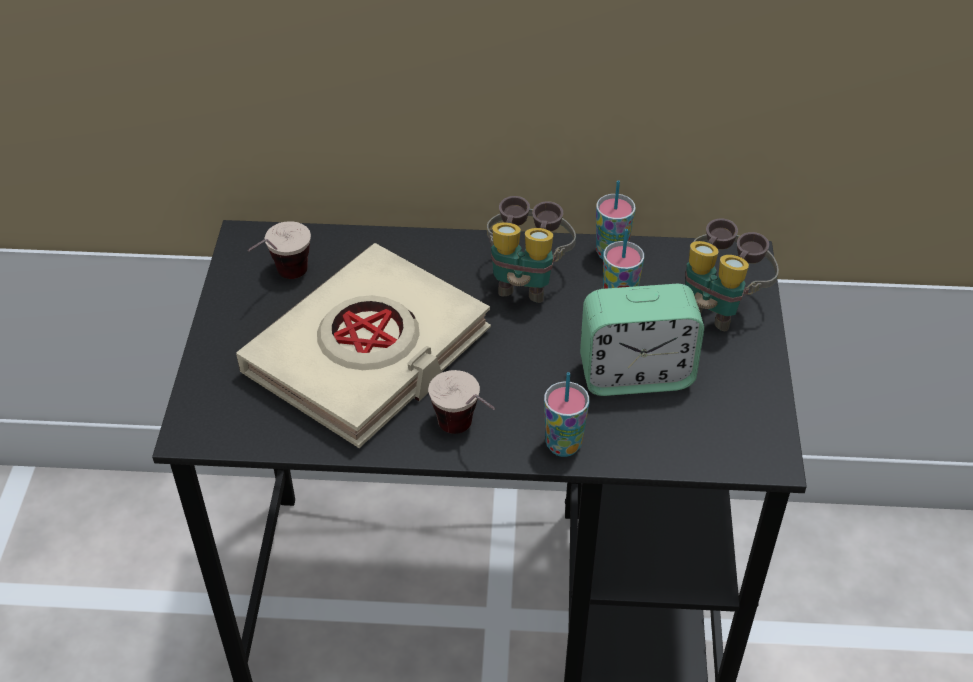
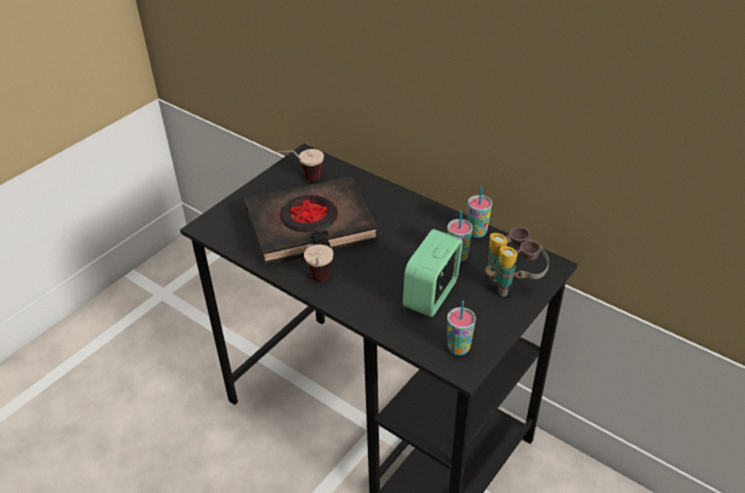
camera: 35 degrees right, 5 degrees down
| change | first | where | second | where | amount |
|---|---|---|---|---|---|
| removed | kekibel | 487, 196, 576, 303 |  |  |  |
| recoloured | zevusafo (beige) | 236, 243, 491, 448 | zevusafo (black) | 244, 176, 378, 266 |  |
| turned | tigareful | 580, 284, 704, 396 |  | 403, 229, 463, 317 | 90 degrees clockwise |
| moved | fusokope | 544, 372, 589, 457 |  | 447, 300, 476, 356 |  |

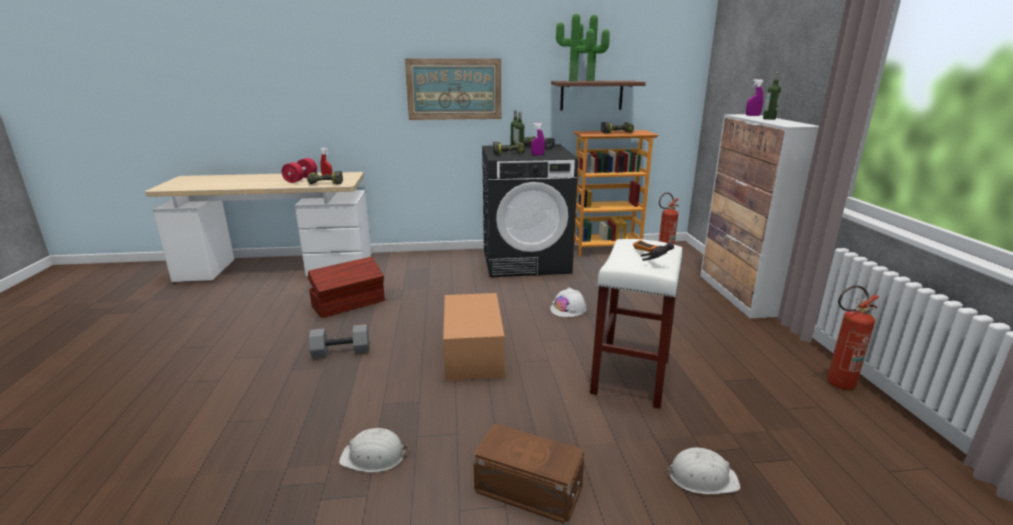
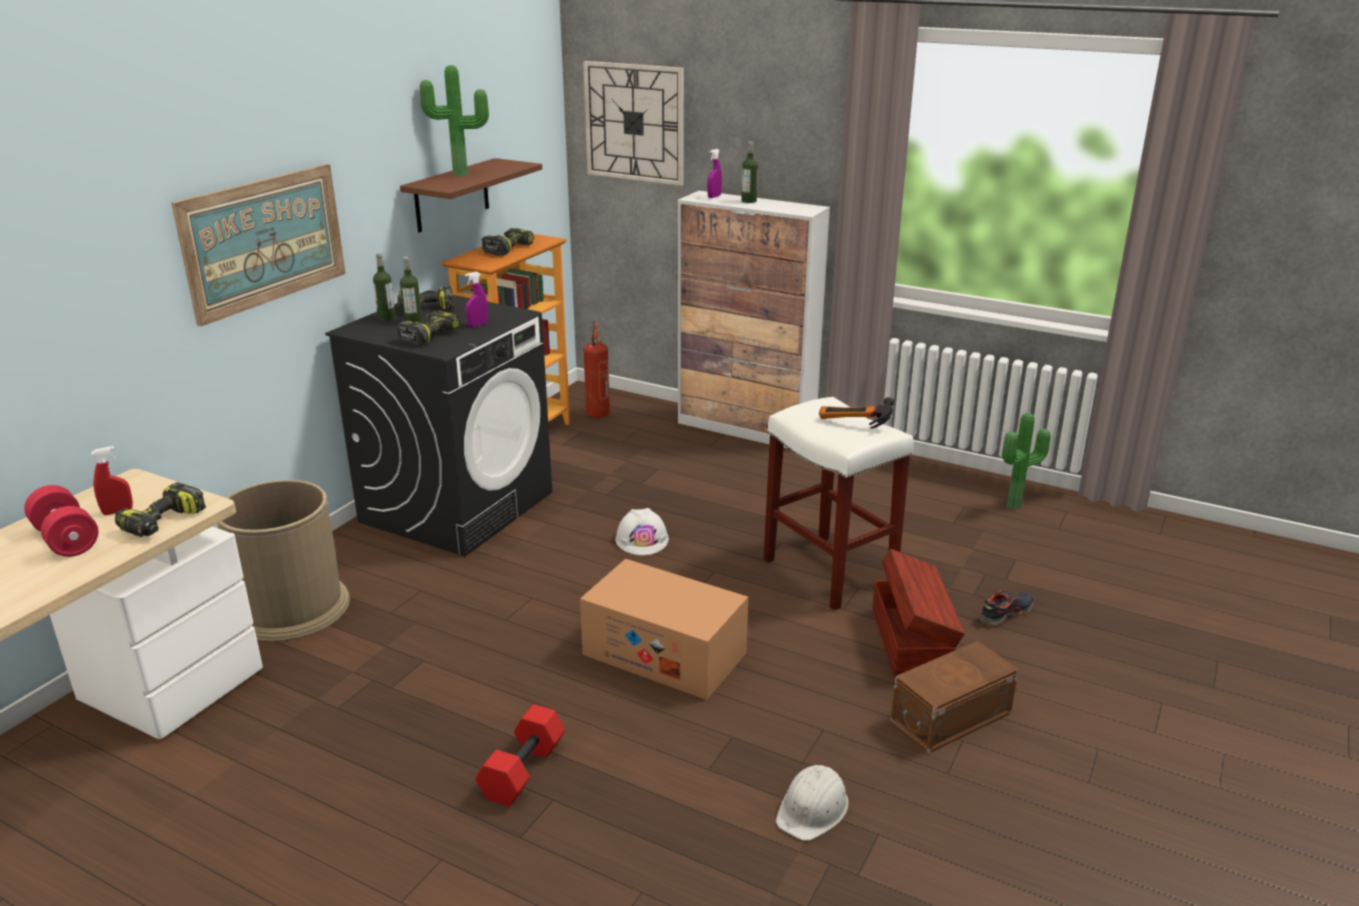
camera: 55 degrees left, 5 degrees up
| change | first | where | second | where | amount |
|---|---|---|---|---|---|
| moved | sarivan | 556, 14, 595, 82 |  | 1002, 413, 1051, 510 |  |
| moved | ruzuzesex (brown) | 308, 257, 385, 318 |  | 872, 549, 965, 679 |  |
| removed | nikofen | 827, 285, 879, 390 |  |  |  |
| recoloured | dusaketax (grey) | 309, 324, 369, 358 | dusaketax (red) | 475, 704, 565, 807 |  |
| replaced | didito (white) | 666, 448, 741, 494 | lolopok | 979, 590, 1034, 627 |  |
| added |  |  | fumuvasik | 583, 61, 684, 186 |  |
| added |  |  | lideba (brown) | 217, 480, 350, 642 |  |

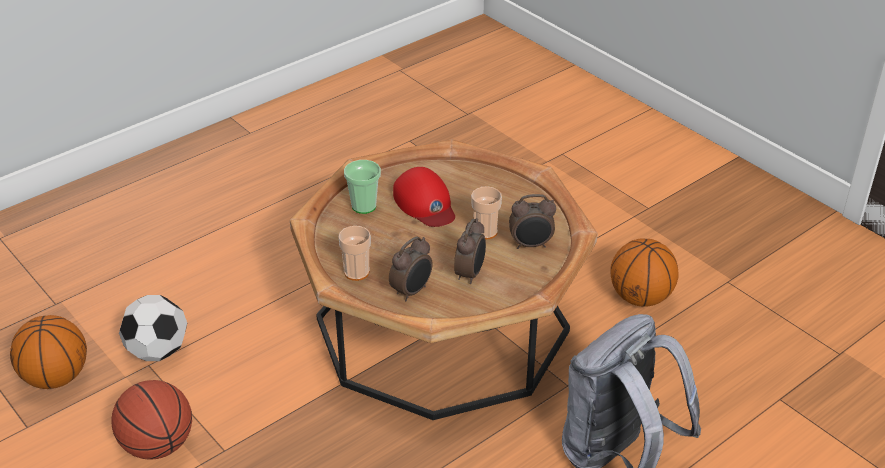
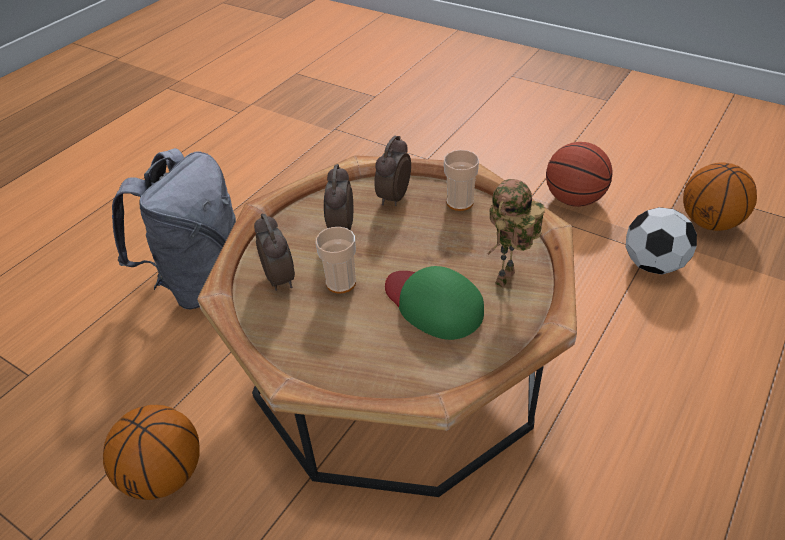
camera: 165 degrees right, 5 degrees up
| change | first | where | second | where | amount |
|---|---|---|---|---|---|
| replaced | fusokope | 344, 160, 381, 214 | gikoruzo | 487, 179, 545, 287 |  |
| recoloured | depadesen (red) | 393, 167, 455, 227 | depadesen (green) | 385, 266, 484, 340 |  |
| turned | tigareful | 509, 194, 556, 249 |  | 254, 213, 295, 291 | 90 degrees clockwise |

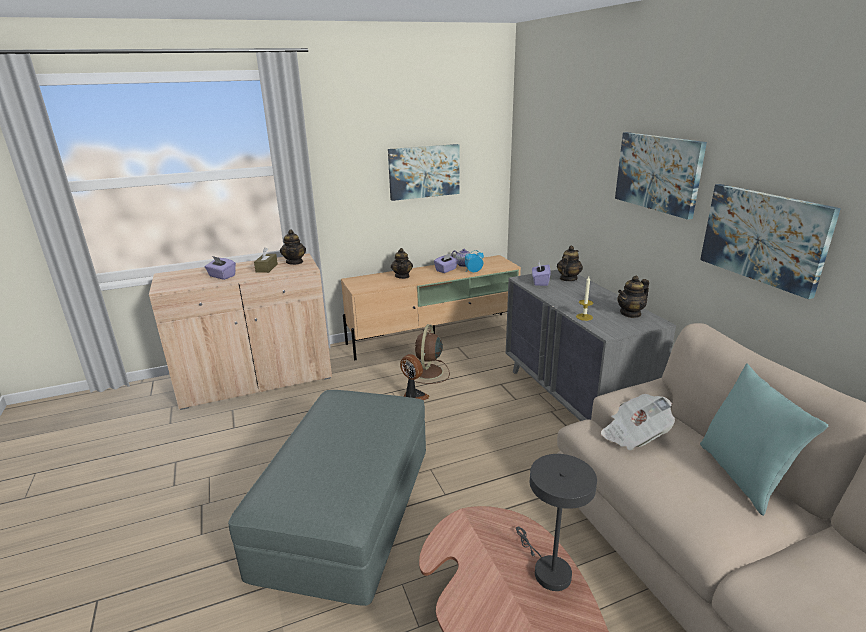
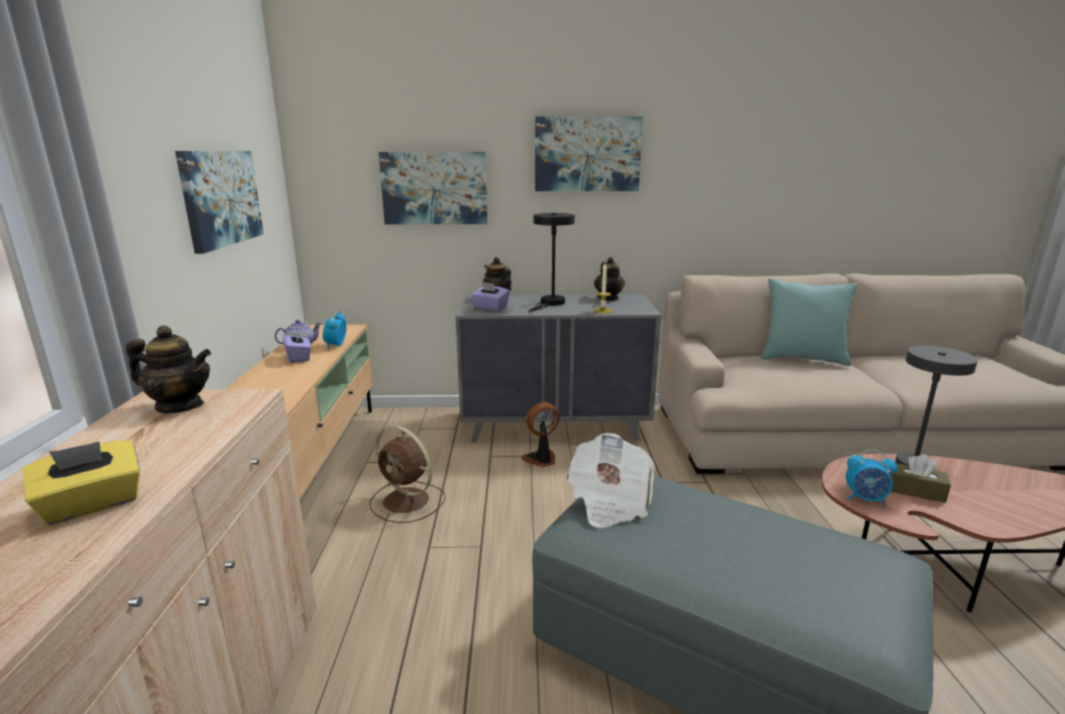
camera: 70 degrees left, 5 degrees down
| change | first | where | second | where | amount |
|---|---|---|---|---|---|
| moved | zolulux | 700, 184, 841, 299 |  | 379, 152, 488, 224 |  |
| moved | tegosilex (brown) | 254, 247, 278, 273 |  | 890, 455, 951, 503 |  |
| removed | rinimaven | 391, 248, 413, 279 |  |  |  |
| recoloured | tegosilex (purple) | 205, 256, 236, 280 | tegosilex (yellow) | 23, 441, 140, 526 |  |
| moved | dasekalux | 400, 354, 429, 400 |  | 521, 402, 559, 467 |  |
| moved | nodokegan | 601, 394, 675, 451 |  | 566, 433, 655, 528 |  |
| added |  |  | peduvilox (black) | 529, 213, 575, 311 |  |
| added |  |  | tigareful | 846, 449, 897, 506 |  |

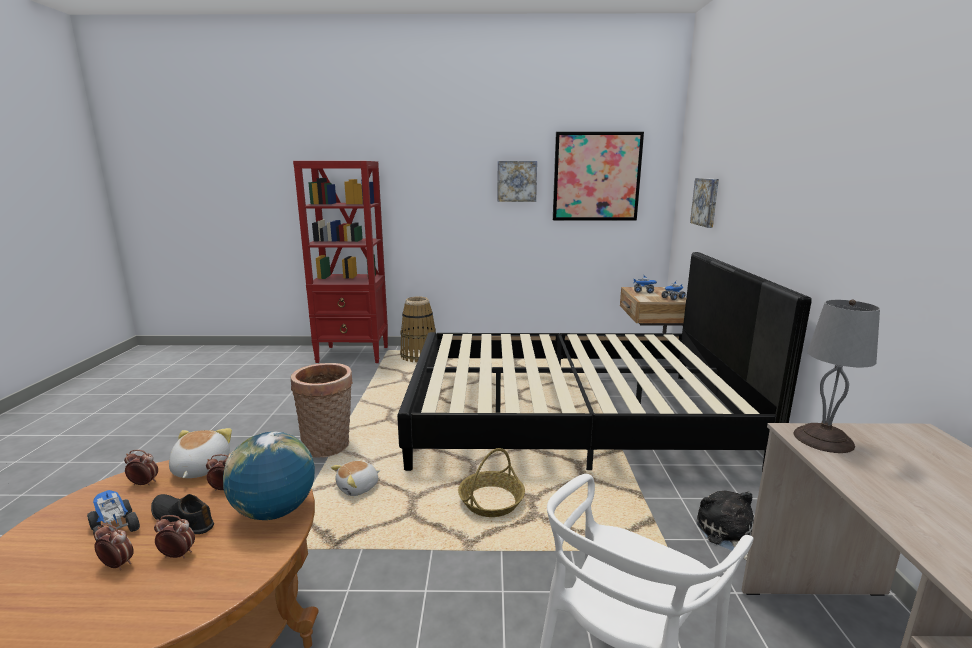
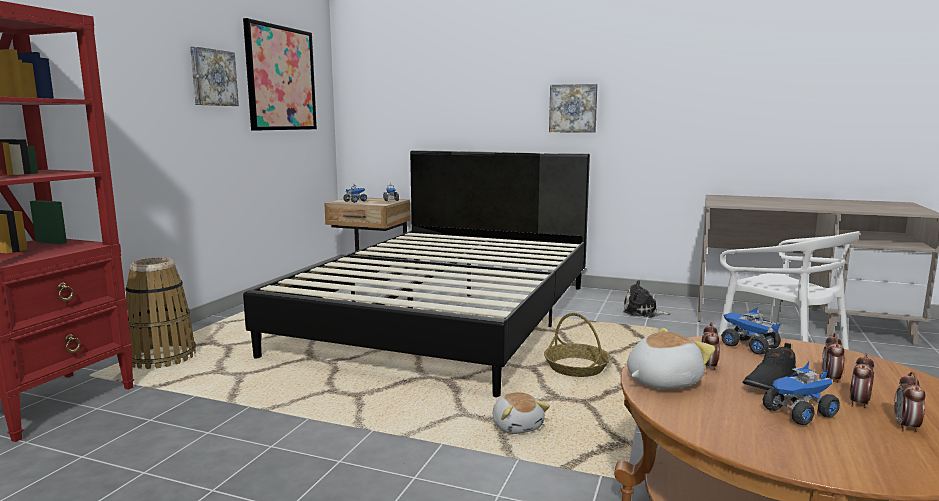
camera: 70 degrees left, 5 degrees down
| change | first | where | second | where | amount |
|---|---|---|---|---|---|
| moved | zolulux | 690, 178, 719, 228 |  | 549, 84, 598, 133 |  |
| removed | peduvilox (grey) | 793, 300, 880, 453 |  |  |  |
| removed | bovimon | 291, 363, 353, 458 |  |  |  |
| turned | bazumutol | 169, 428, 232, 478 |  | 627, 328, 715, 389 | 135 degrees clockwise |
| replaced | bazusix | 223, 432, 315, 520 | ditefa | 721, 307, 781, 355 |  |
| moved | tigareful | 124, 450, 158, 486 |  | 894, 372, 925, 432 |  |

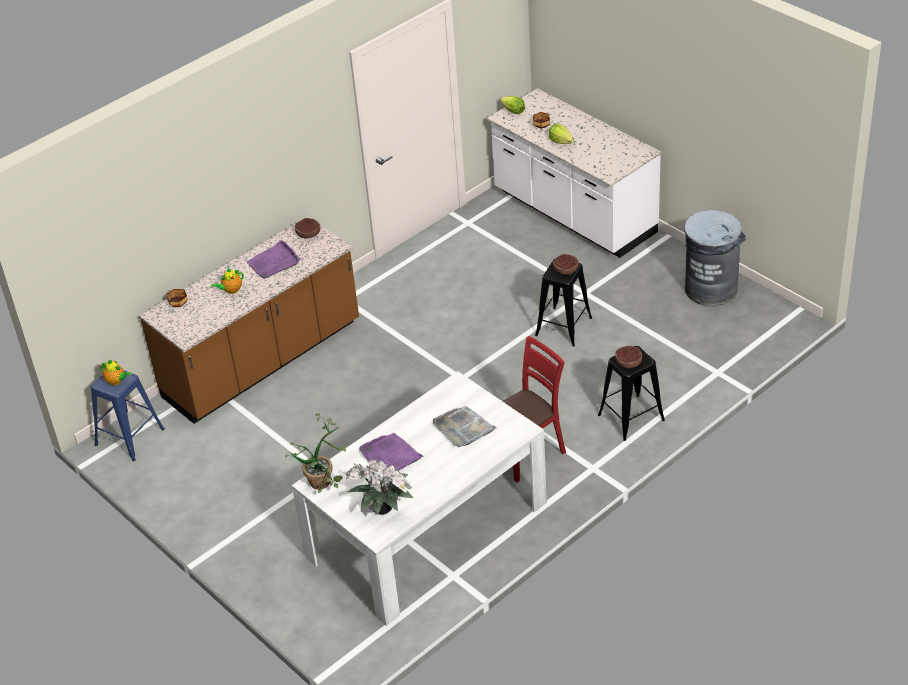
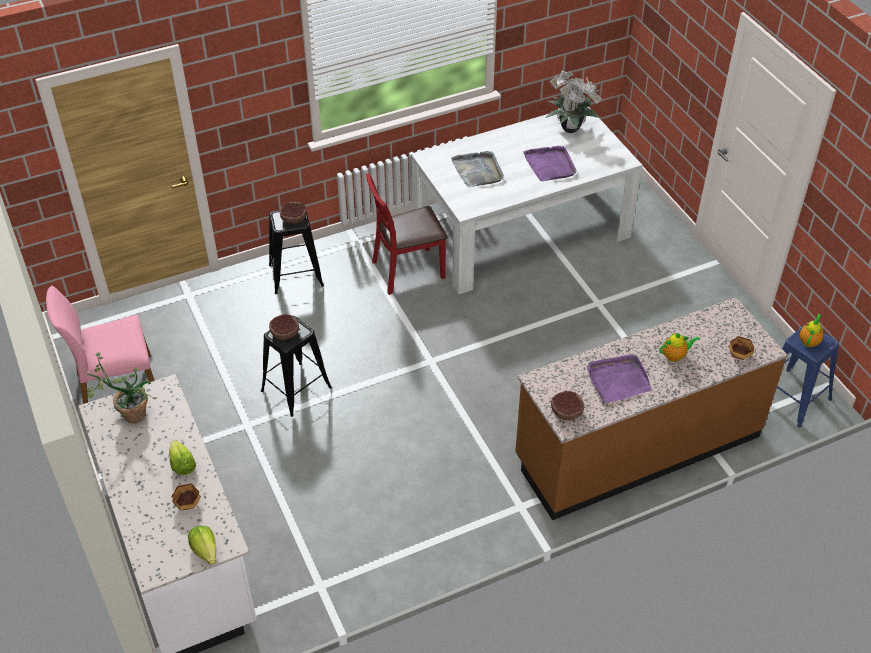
camera: 165 degrees left, 5 degrees up
| change | first | where | second | where | amount |
|---|---|---|---|---|---|
| replaced | lideba (grey) | 684, 210, 746, 307 | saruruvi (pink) | 46, 286, 155, 404 |  |
| turned | rinimaven | 100, 360, 131, 385 |  | 800, 314, 824, 347 | 75 degrees clockwise |
| moved | sarivan | 285, 413, 346, 493 |  | 87, 352, 157, 423 |  |

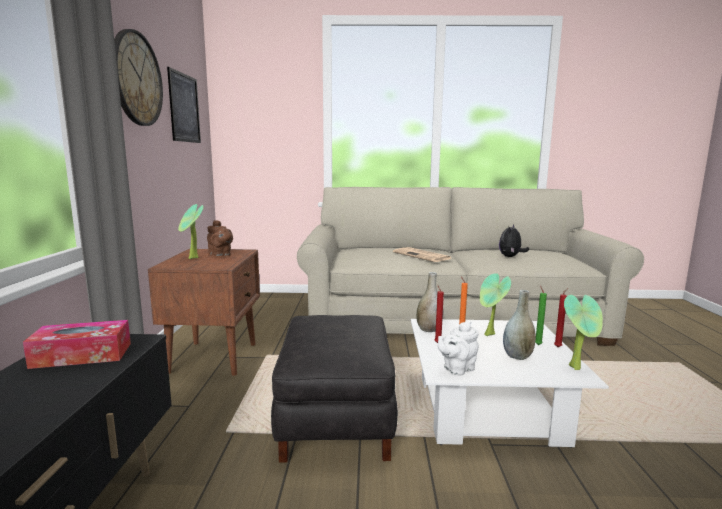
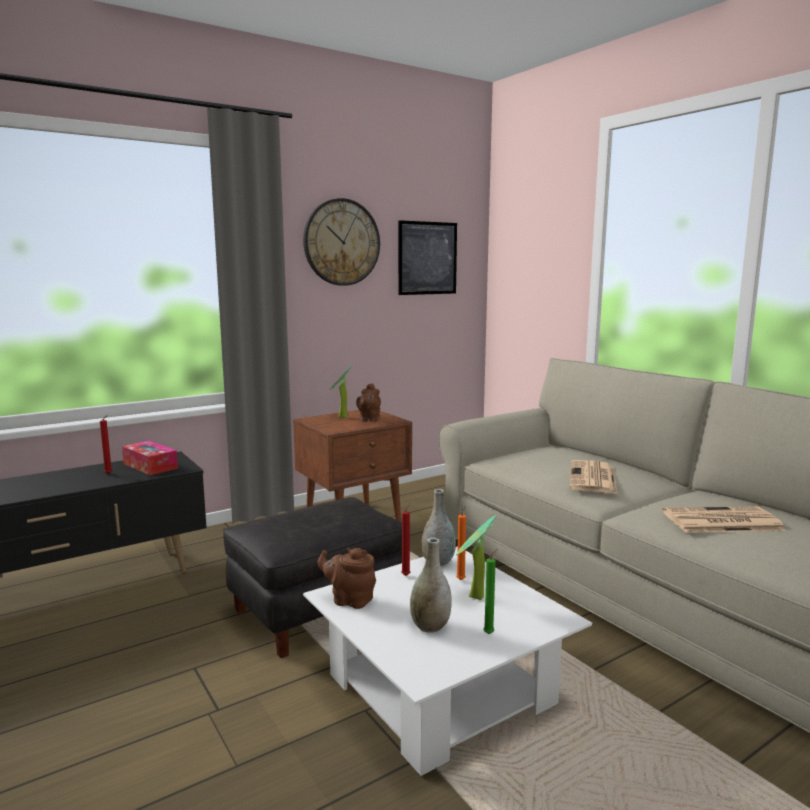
camera: 55 degrees right, 0 degrees up
| change | first | where | second | where | amount |
|---|---|---|---|---|---|
| replaced | bazumutol | 499, 224, 529, 257 | nodokegan | 662, 506, 786, 533 |  |
| moved | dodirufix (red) | 554, 288, 568, 347 |  | 100, 415, 112, 474 |  |
| removed | sarivan | 564, 295, 603, 370 |  |  |  |
| recoloured | rinimaven (white) | 438, 321, 479, 376 | rinimaven (brown) | 317, 548, 376, 609 |  |

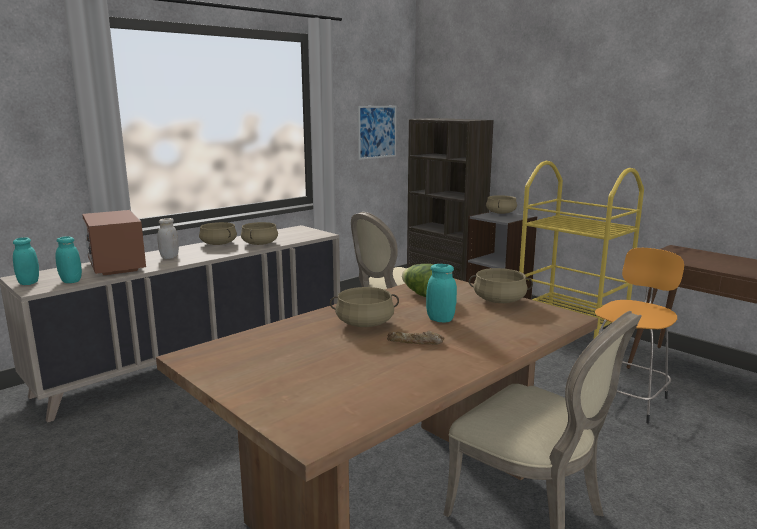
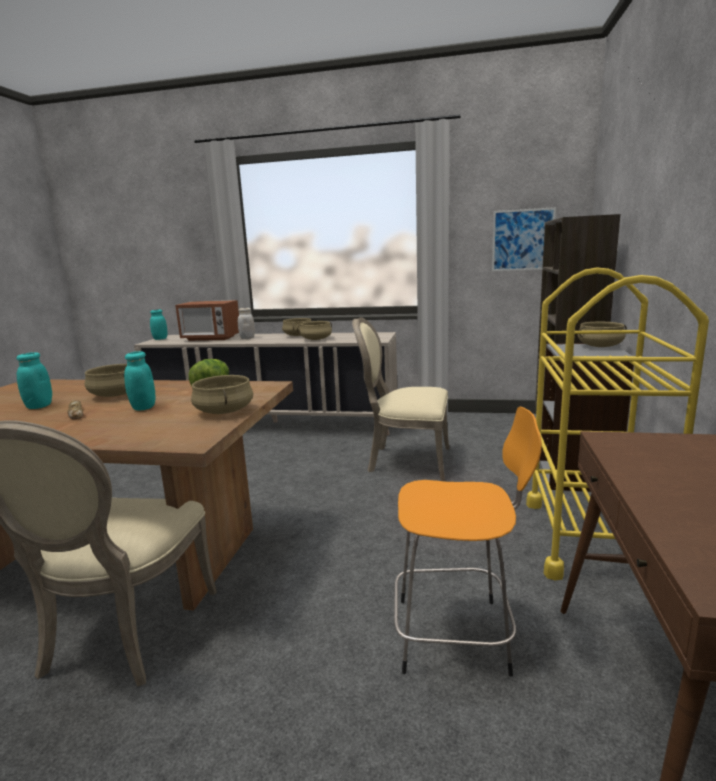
camera: 55 degrees right, 0 degrees up
| change | first | where | second | where | amount |
|---|---|---|---|---|---|
| turned | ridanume | 82, 210, 146, 275 |  | 175, 300, 239, 341 | 105 degrees counterclockwise |
| moved | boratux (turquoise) | 55, 236, 82, 283 |  | 17, 352, 52, 409 |  |

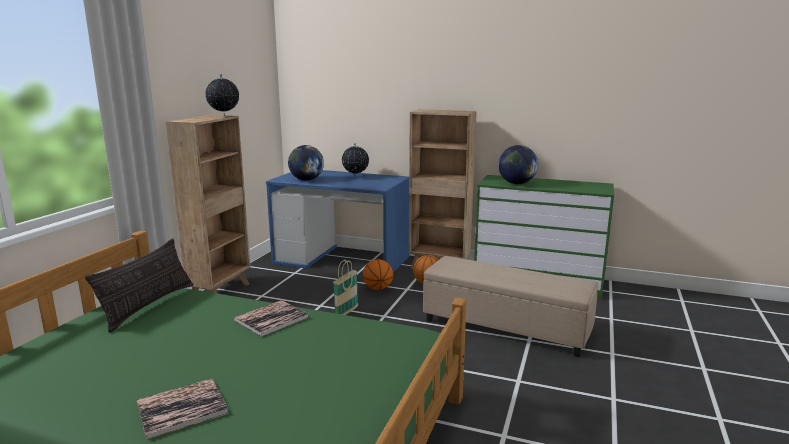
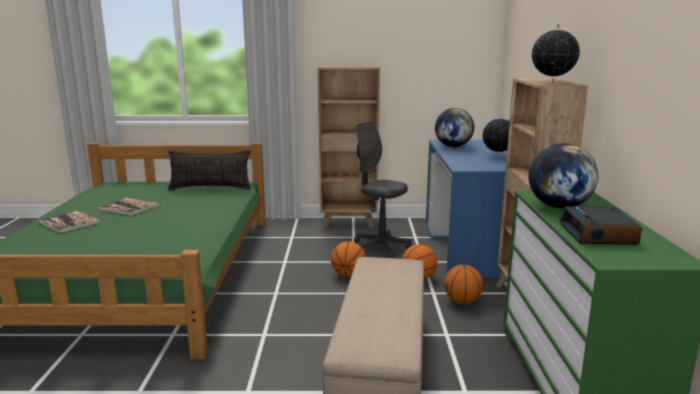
camera: 70 degrees right, 0 degrees up
| change | first | where | second | where | amount |
|---|---|---|---|---|---|
| moved | bazusix | 205, 74, 239, 116 |  | 532, 24, 580, 83 |  |
| replaced | bovimon | 333, 260, 358, 315 | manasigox | 331, 241, 366, 277 |  |
| moved | zevusafo | 234, 300, 309, 337 |  | 99, 198, 159, 216 |  |
| added |  |  | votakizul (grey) | 354, 121, 412, 258 |  |
| added |  |  | tigareful | 560, 206, 642, 245 |  |

